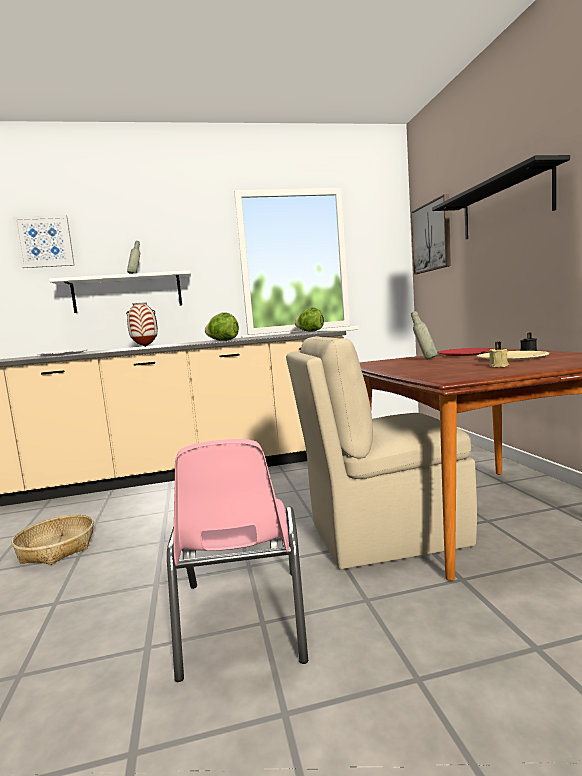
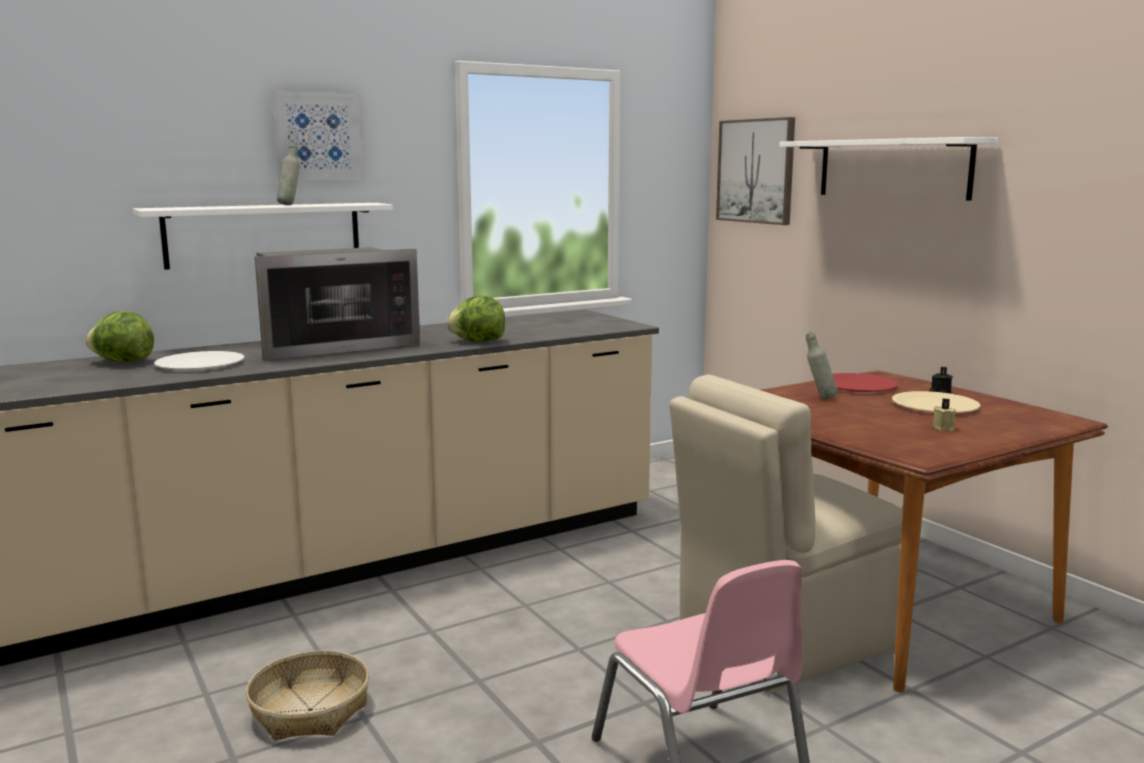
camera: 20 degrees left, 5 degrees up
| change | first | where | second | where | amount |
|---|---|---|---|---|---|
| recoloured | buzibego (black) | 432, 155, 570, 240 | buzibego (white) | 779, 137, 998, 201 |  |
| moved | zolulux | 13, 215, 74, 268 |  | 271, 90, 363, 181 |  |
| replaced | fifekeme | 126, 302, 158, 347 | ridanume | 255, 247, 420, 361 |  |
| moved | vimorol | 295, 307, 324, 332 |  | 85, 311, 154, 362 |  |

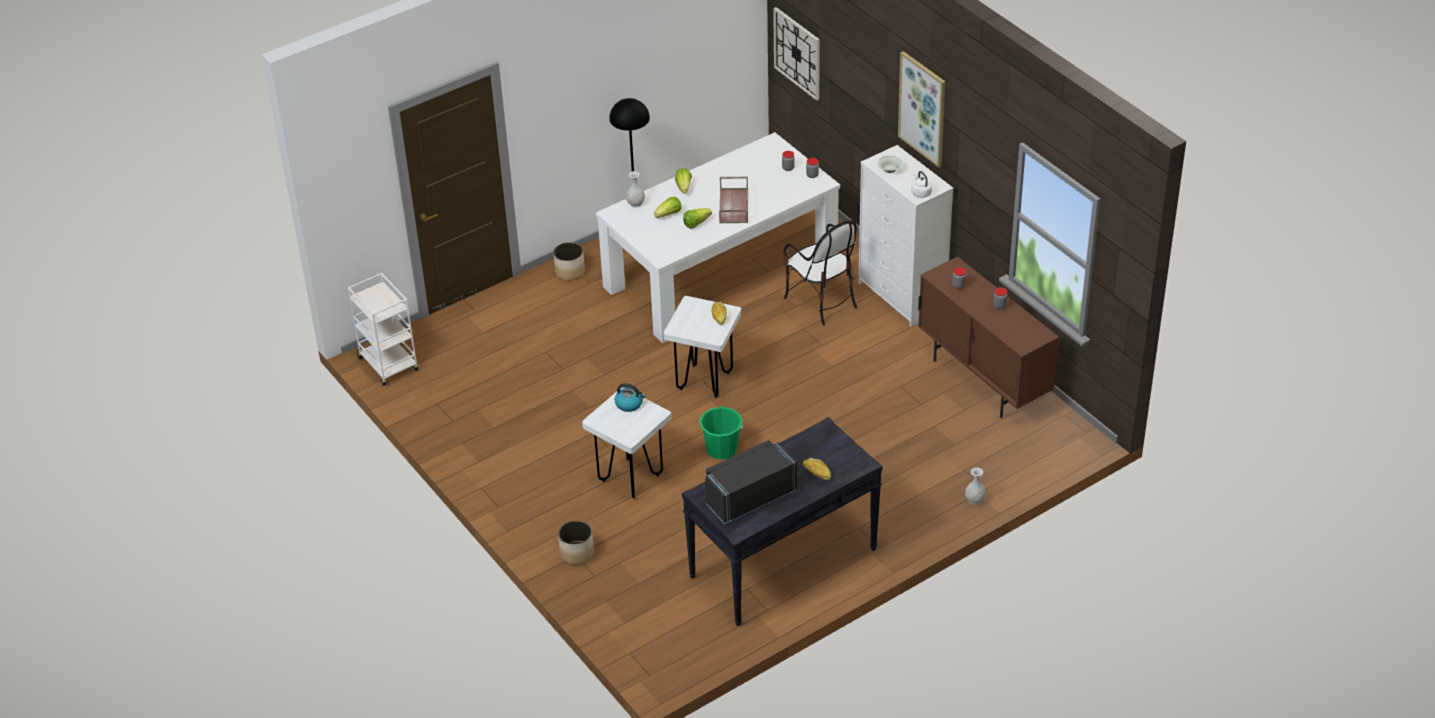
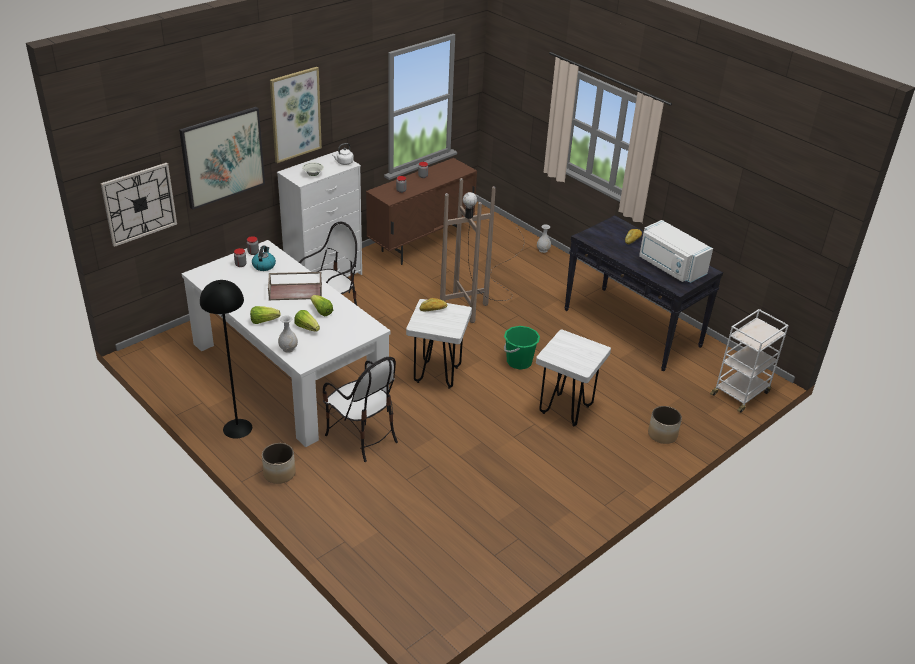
camera: 100 degrees left, 5 degrees down
| change | first | where | second | where | amount |
|---|---|---|---|---|---|
| moved | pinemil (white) | 348, 273, 419, 386 |  | 710, 309, 789, 412 |  |
| moved | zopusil | 615, 383, 646, 412 |  | 252, 245, 276, 271 |  |
| recoloured | ridanume (black) | 705, 440, 797, 524 | ridanume (white) | 639, 220, 713, 283 |  |
| added |  |  | zolulux | 179, 107, 265, 210 |  |
| added |  |  | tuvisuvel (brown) | 440, 178, 524, 323 |  |
| added |  |  | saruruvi | 322, 357, 398, 462 |  |

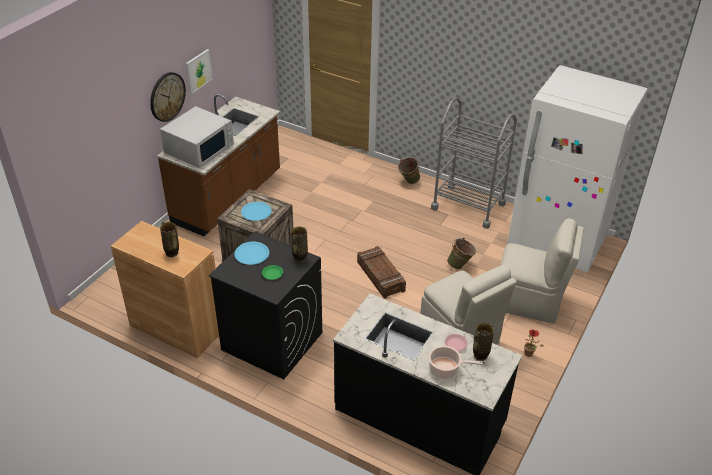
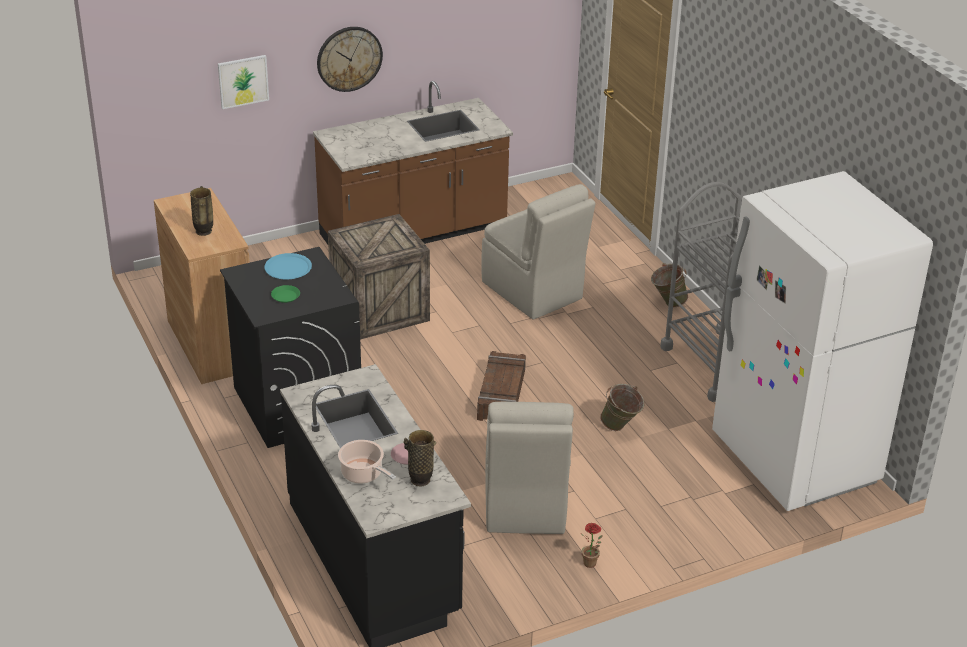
camera: 35 degrees right, 5 degrees down
| change | first | where | second | where | amount |
|---|---|---|---|---|---|
| moved | zolulux | 186, 49, 212, 94 |  | 218, 55, 269, 109 |  |
| removed | ridanume (white) | 160, 106, 234, 168 |  |  |  |
| removed | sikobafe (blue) | 241, 202, 272, 221 |  |  |  |
| moved | saruruvi (beige) | 500, 218, 584, 324 |  | 481, 184, 595, 320 |  |
| removed | fifekeme | 291, 227, 308, 262 |  |  |  |

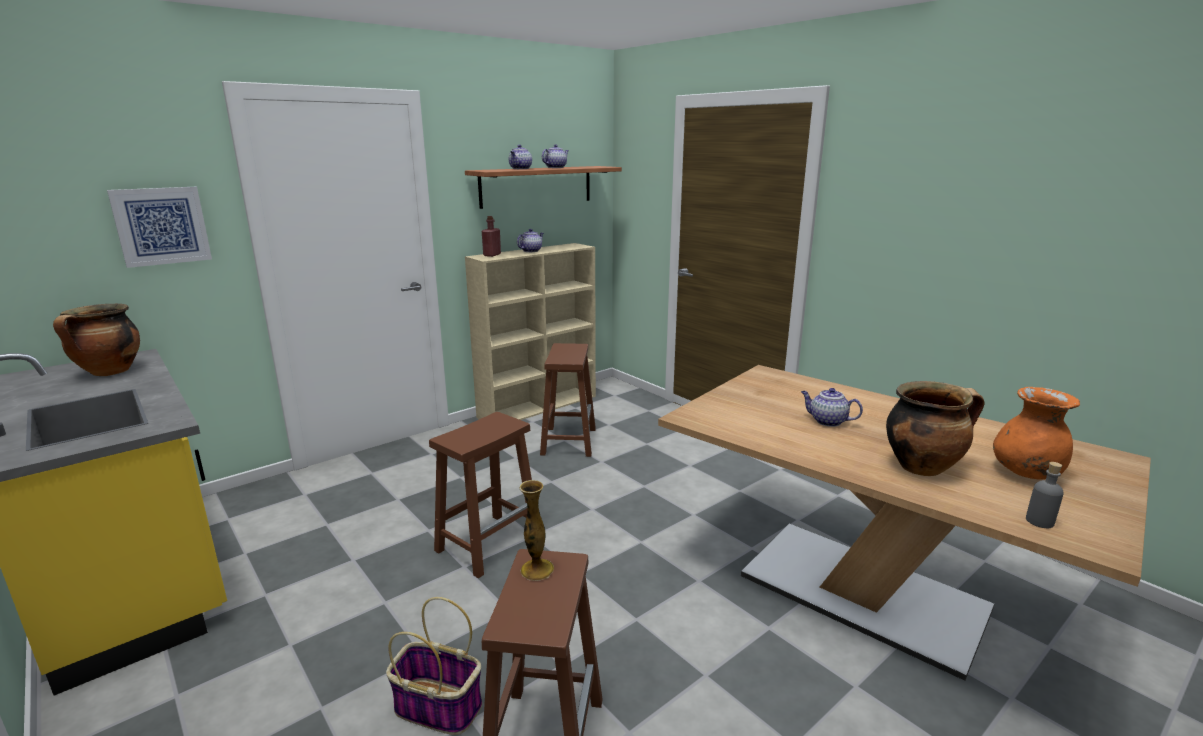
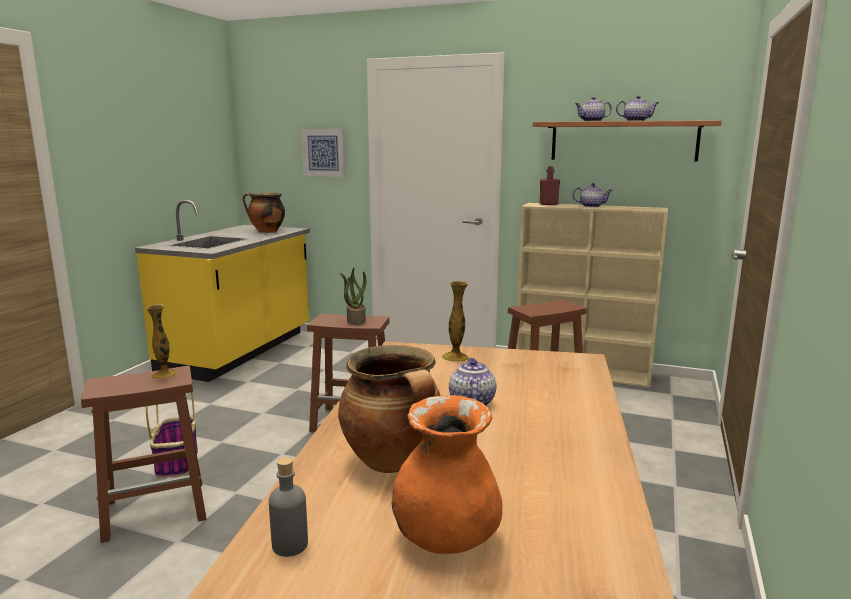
camera: 60 degrees right, 5 degrees down
| change | first | where | second | where | amount |
|---|---|---|---|---|---|
| added |  |  | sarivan | 340, 267, 366, 325 |  |
| added |  |  | fifekeme | 442, 281, 469, 362 |  |

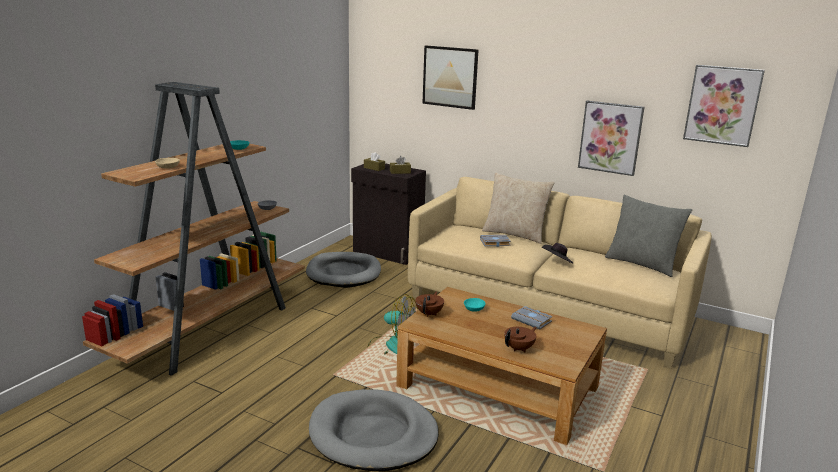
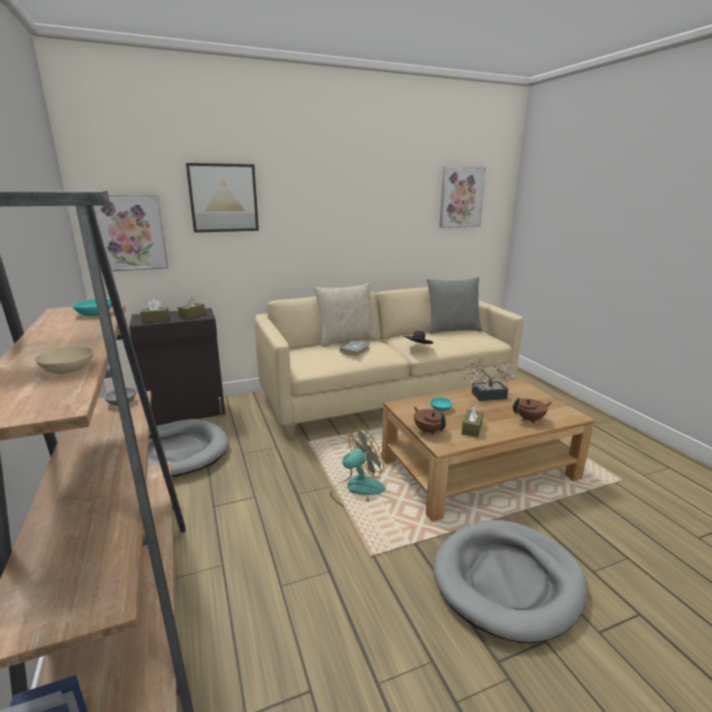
camera: 50 degrees left, 0 degrees up
| change | first | where | second | where | amount |
|---|---|---|---|---|---|
| moved | zolulux | 578, 101, 645, 176 |  | 93, 195, 168, 271 |  |
| replaced | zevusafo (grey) | 511, 306, 553, 330 | sarivan | 463, 356, 514, 401 |  |
| turned | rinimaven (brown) | 504, 327, 537, 352 |  | 513, 397, 552, 423 | 75 degrees clockwise |
| added |  |  | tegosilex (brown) | 462, 405, 483, 437 |  |

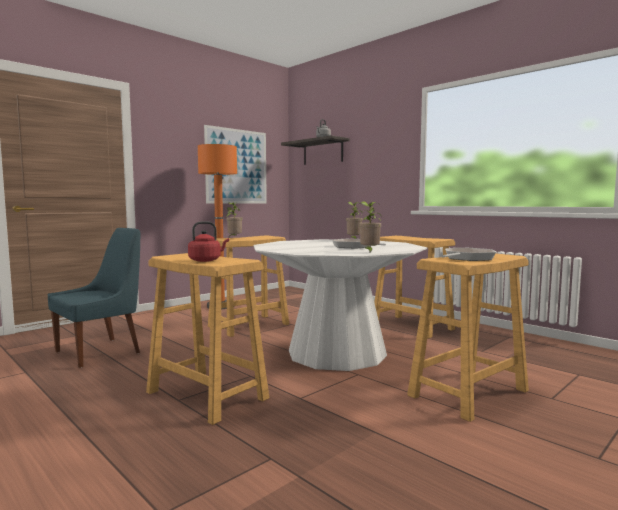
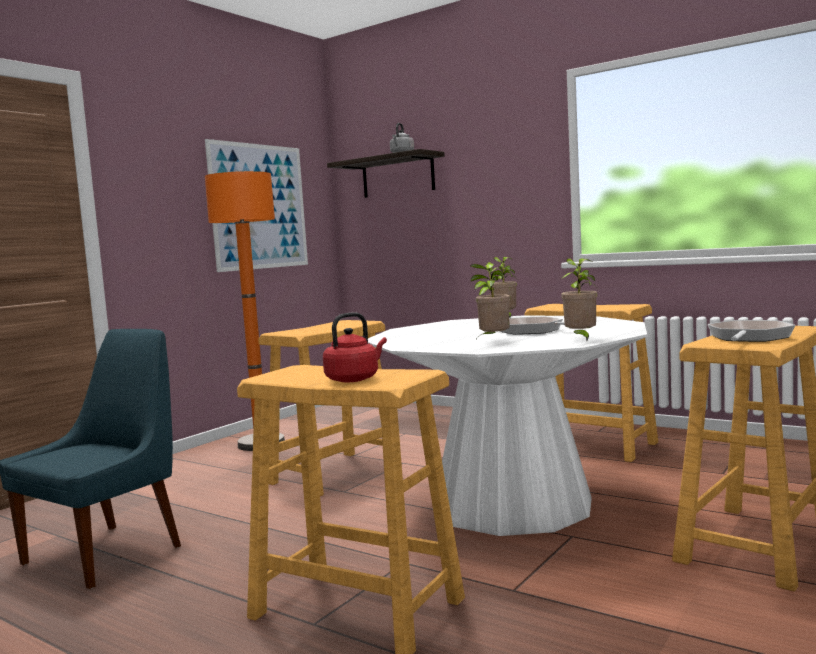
camera: 10 degrees left, 0 degrees up
| change | first | where | second | where | amount |
|---|---|---|---|---|---|
| moved | sarivan | 226, 202, 243, 237 |  | 470, 262, 510, 339 |  |

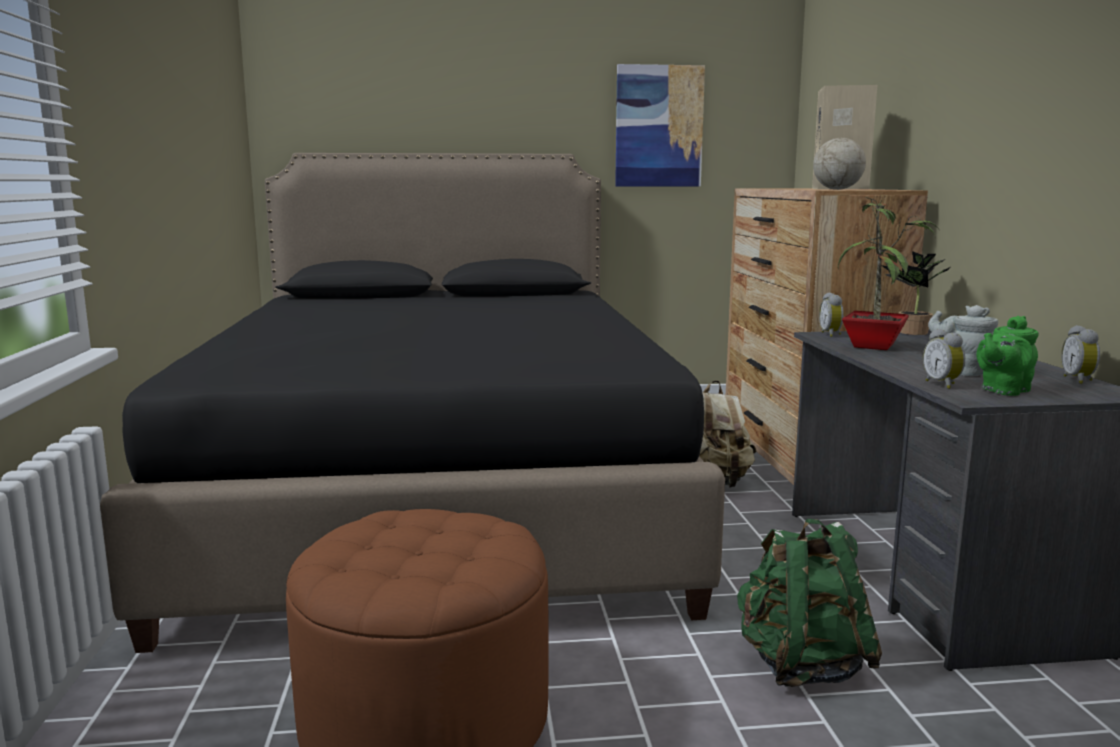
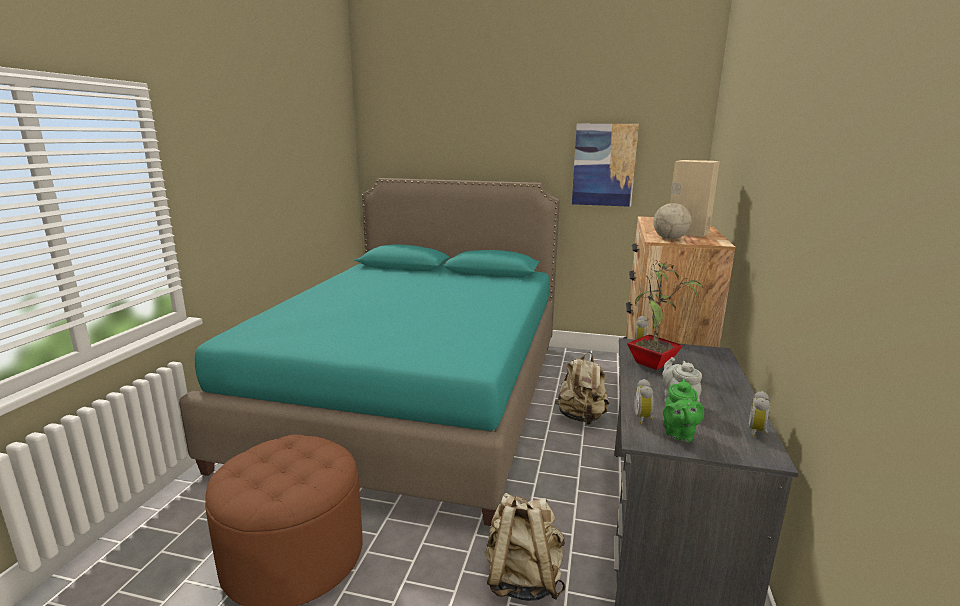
camera: 20 degrees right, 5 degrees up
| change | first | where | second | where | amount |
|---|---|---|---|---|---|
| recoloured | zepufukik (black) | 100, 153, 725, 653 | zepufukik (turquoise) | 179, 178, 560, 526 |  |
| removed | sarivan | 881, 251, 950, 335 |  |  |  |
| turned | rinimaven (green) | 976, 316, 1039, 396 |  | 663, 379, 704, 442 | 60 degrees counterclockwise |
| recoloured | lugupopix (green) | 737, 519, 882, 687 | lugupopix (beige) | 484, 493, 565, 601 |  |

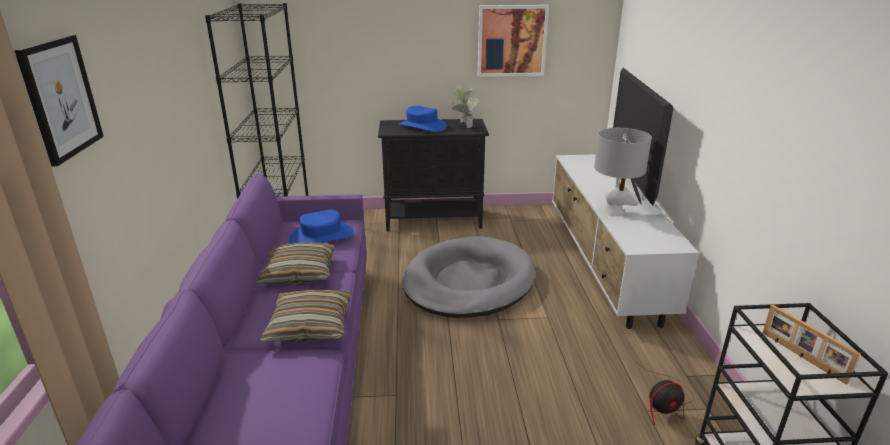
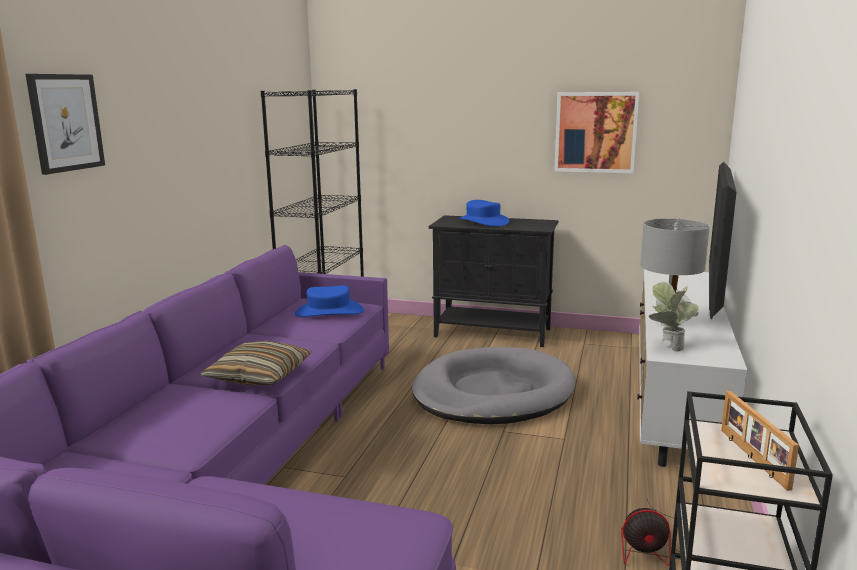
camera: 20 degrees right, 10 degrees down
| change | first | where | second | where | amount |
|---|---|---|---|---|---|
| moved | sarivan | 452, 86, 479, 128 |  | 649, 282, 699, 351 |  |
| removed | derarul | 257, 242, 335, 284 |  |  |  |

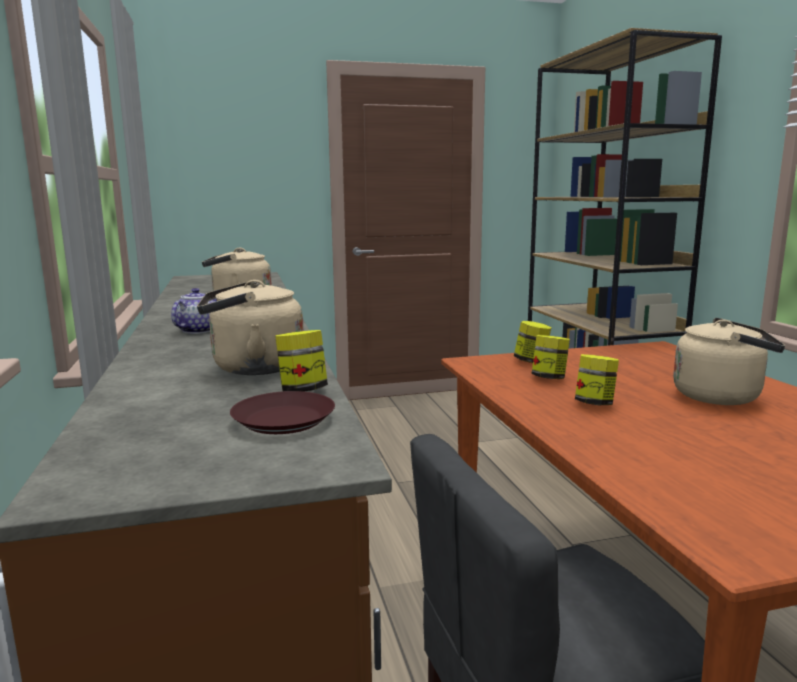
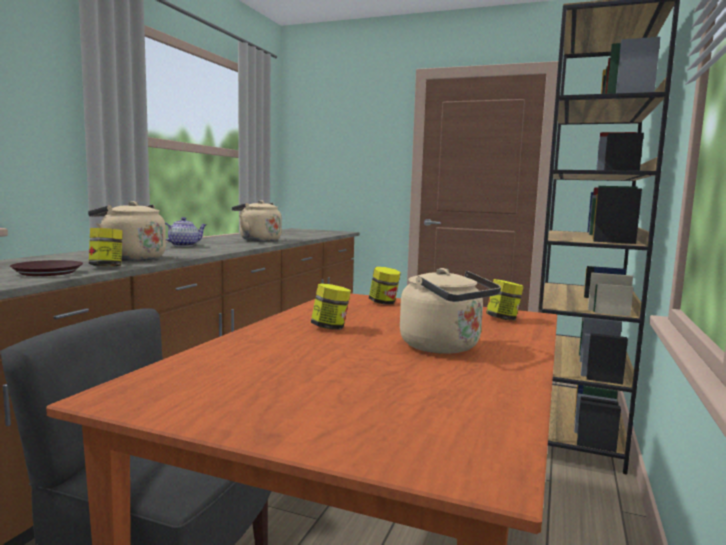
camera: 35 degrees right, 5 degrees down
| change | first | where | second | where | amount |
|---|---|---|---|---|---|
| moved | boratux | 532, 335, 570, 379 |  | 486, 279, 524, 320 |  |

